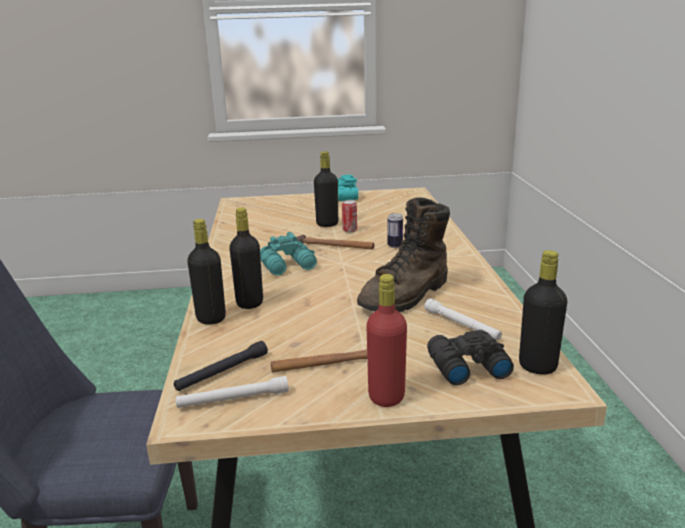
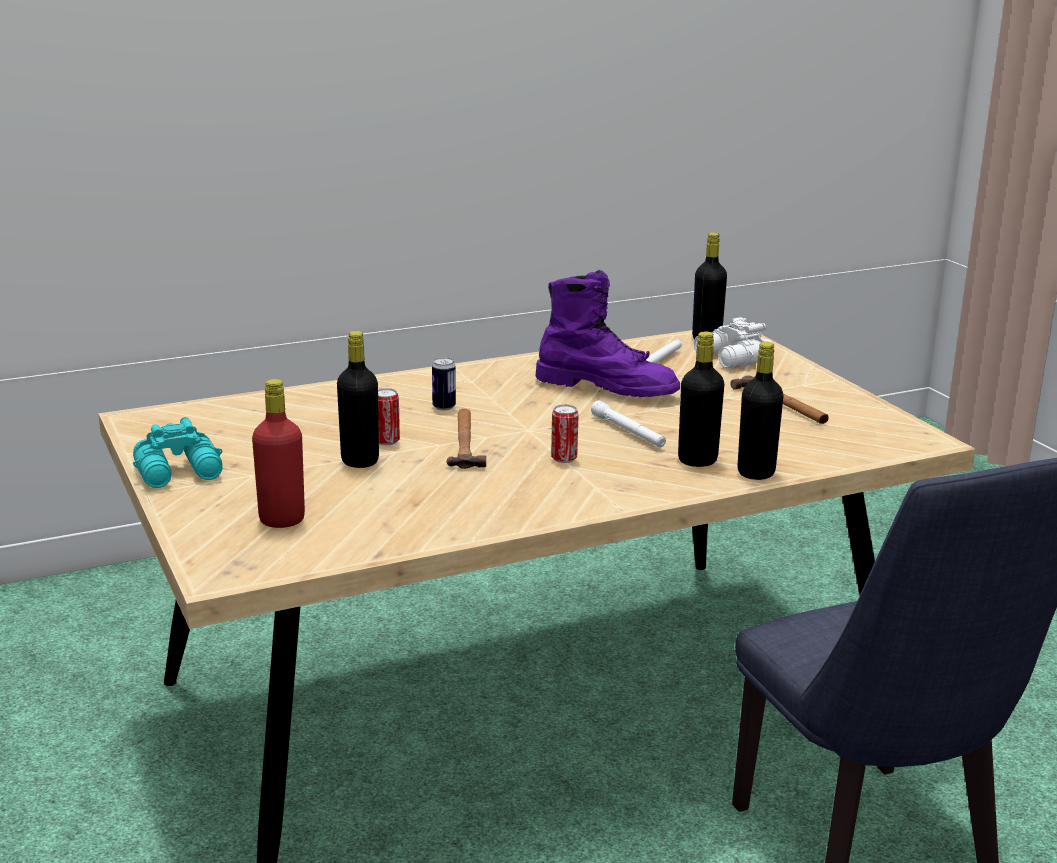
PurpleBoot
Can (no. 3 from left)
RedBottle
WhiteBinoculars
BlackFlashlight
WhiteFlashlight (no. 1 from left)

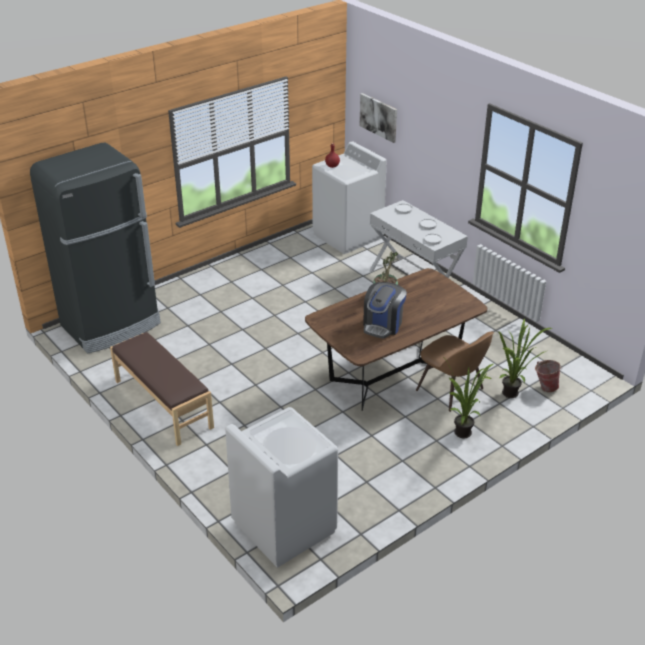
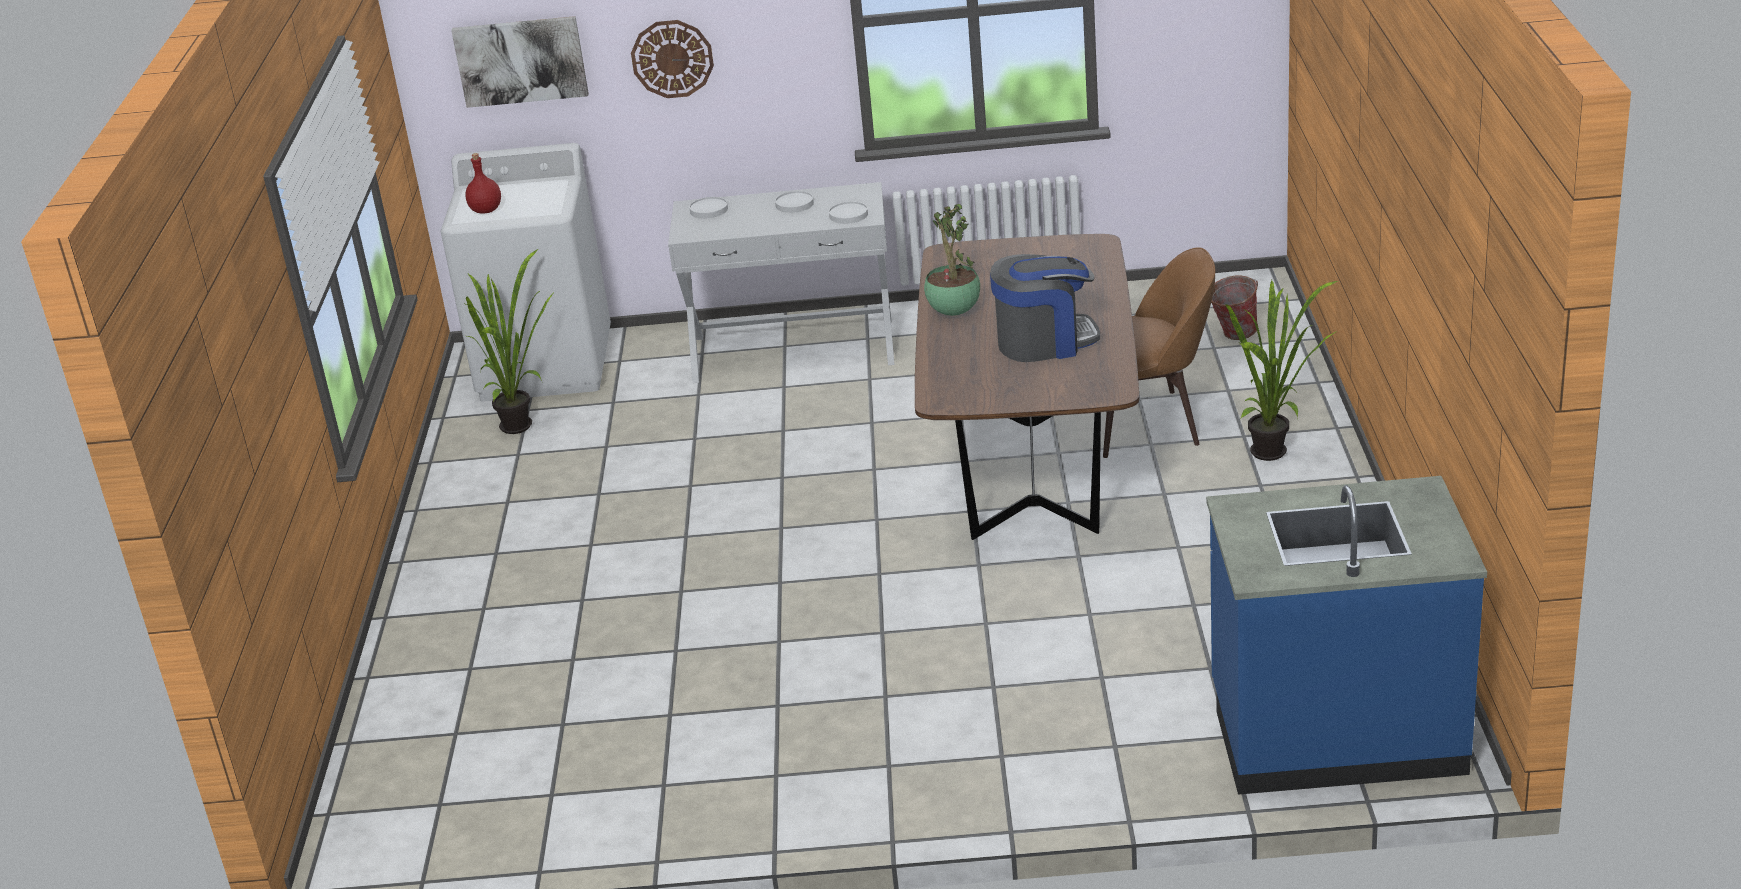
BlackFridge
CoffeeMachine
PottedPlant (no. 1 from left)
BrownBench
BlueCounter
WallClock

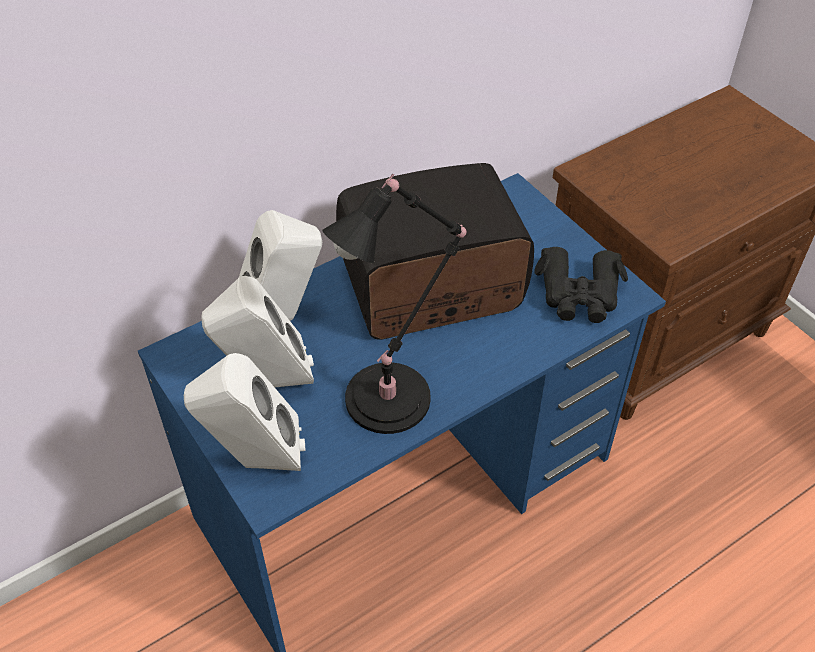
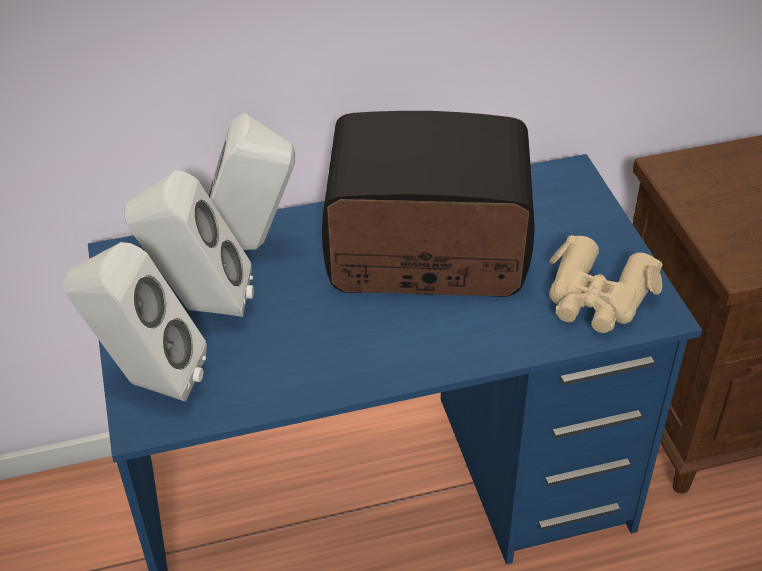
BlackTableLamp
BeigeBinoculars

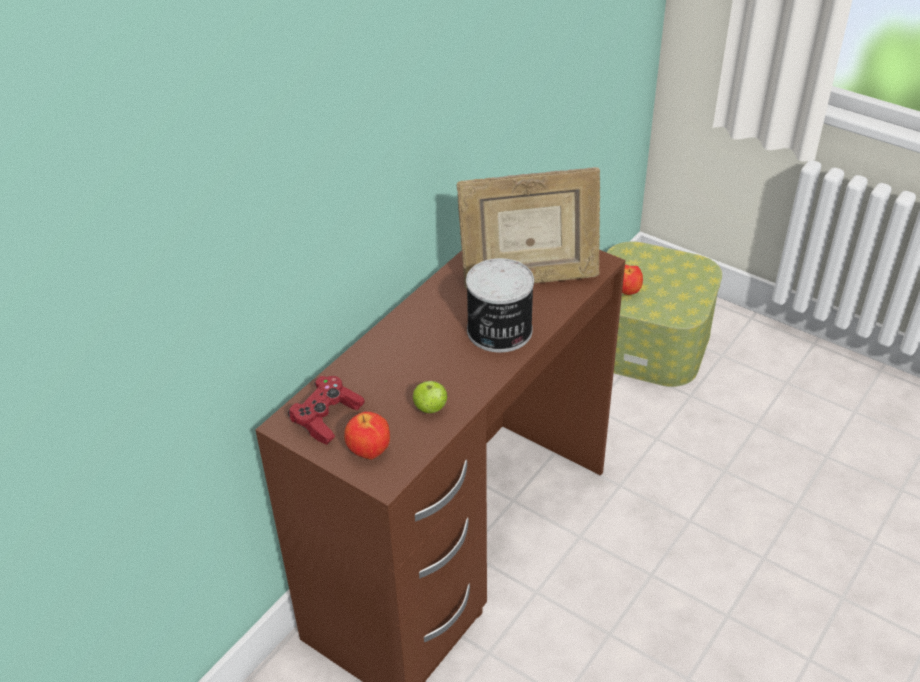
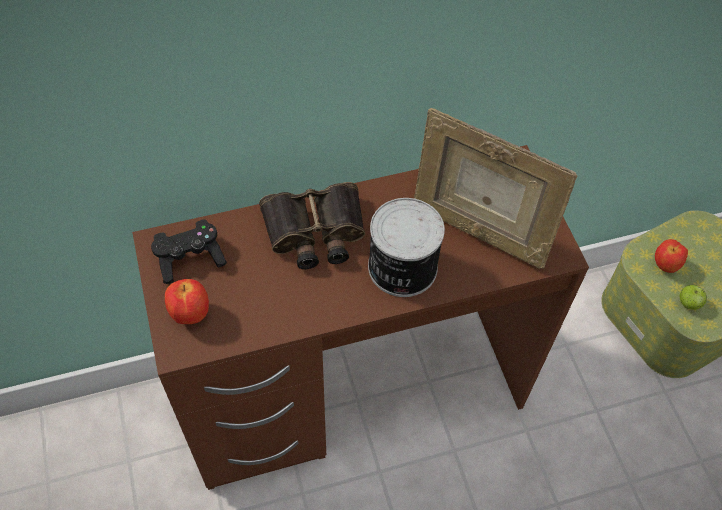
BlackGameController
Apple (no. 3 from left)
Binoculars

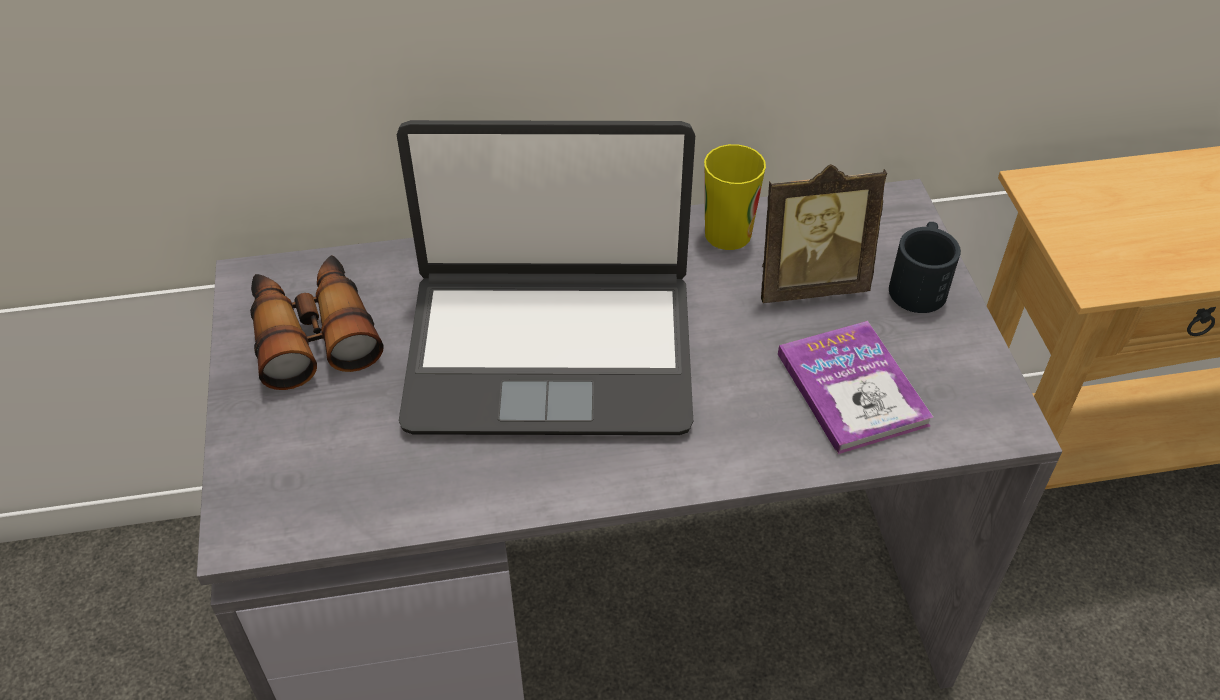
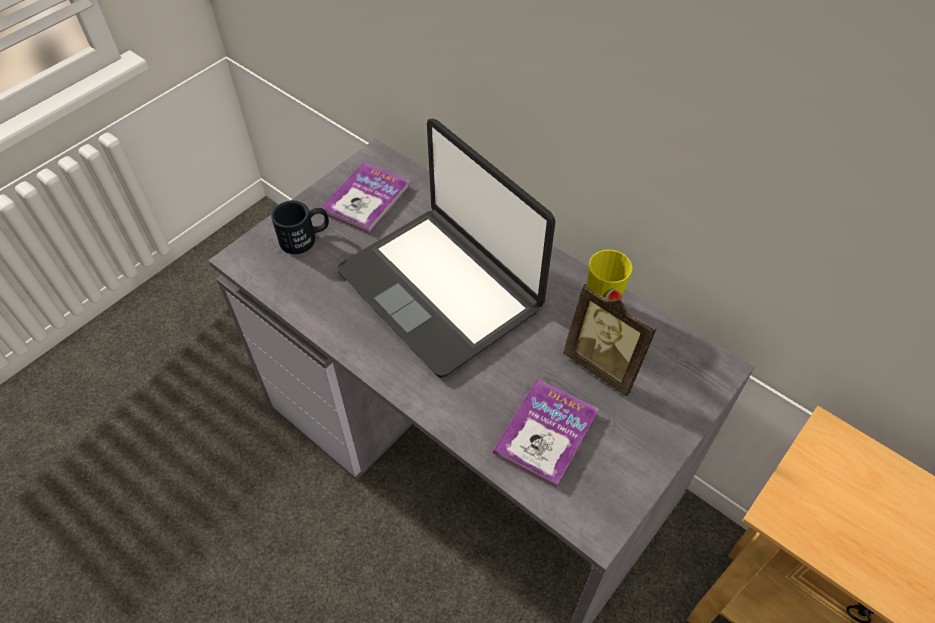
BlackMug
Book (no. 1 from left)

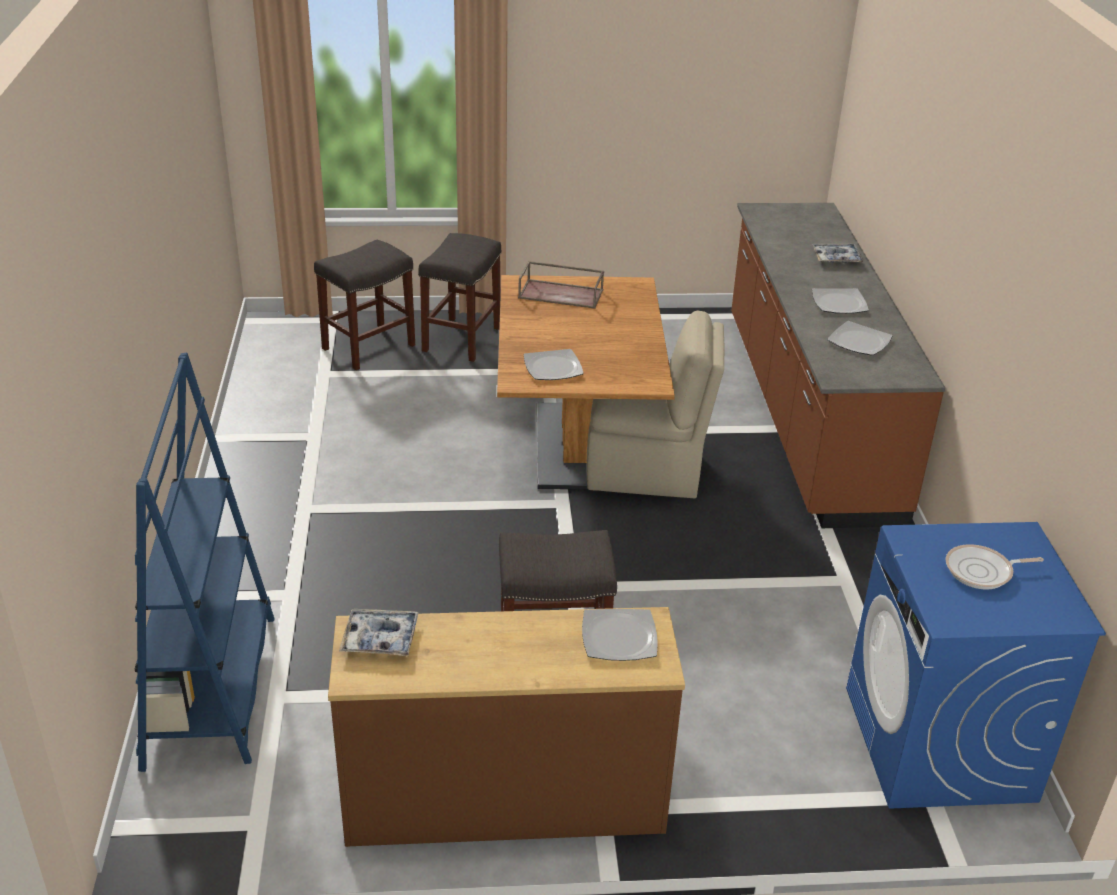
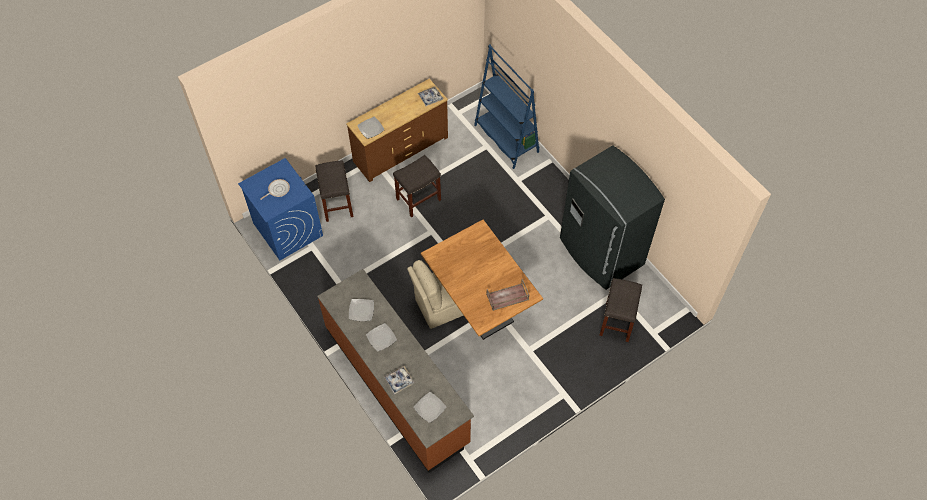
GreyStool (no. 1 from left)
Plate (no. 4 from left)
GreyFridge

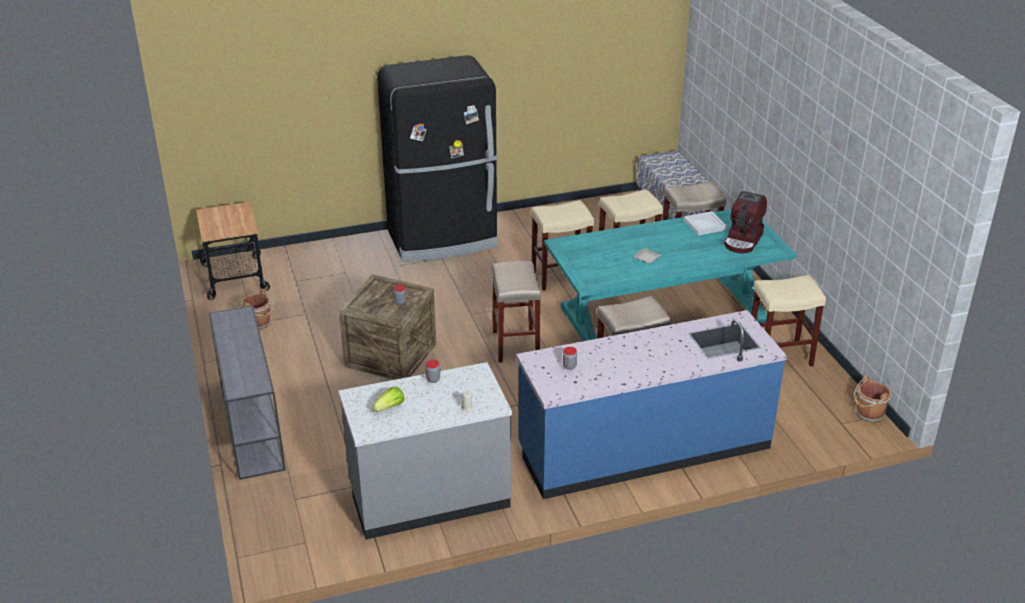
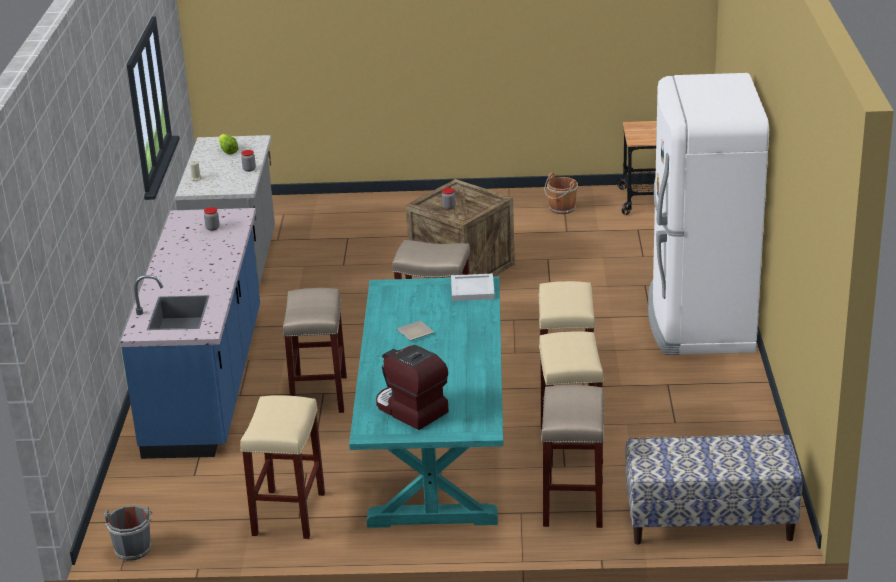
WhiteFridge
WhiteTray
GreyConsoleTable
GreyBucket

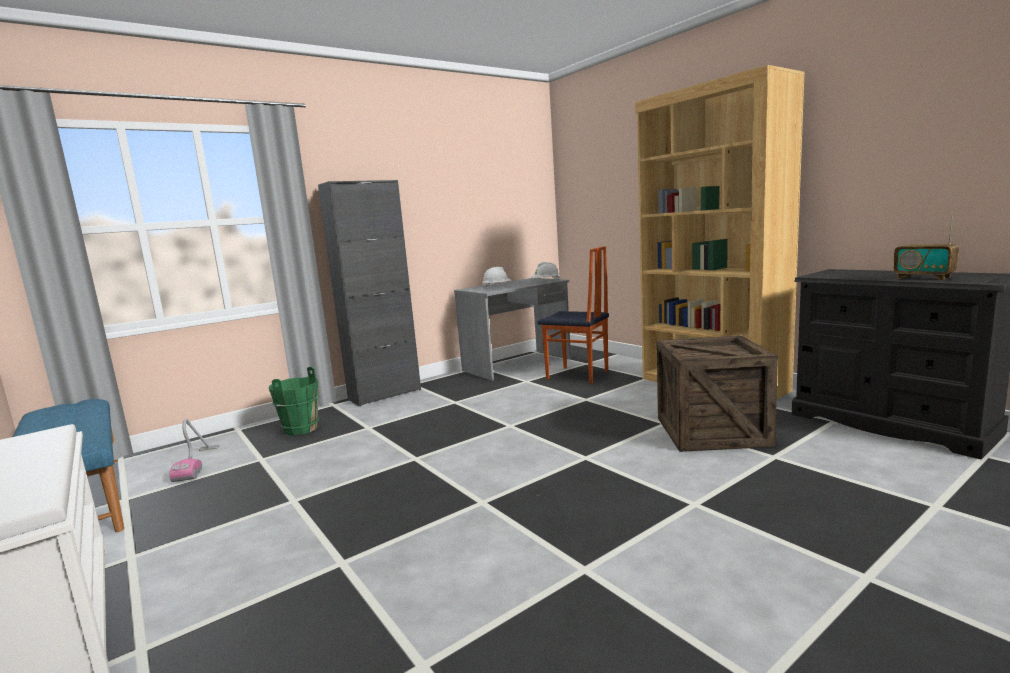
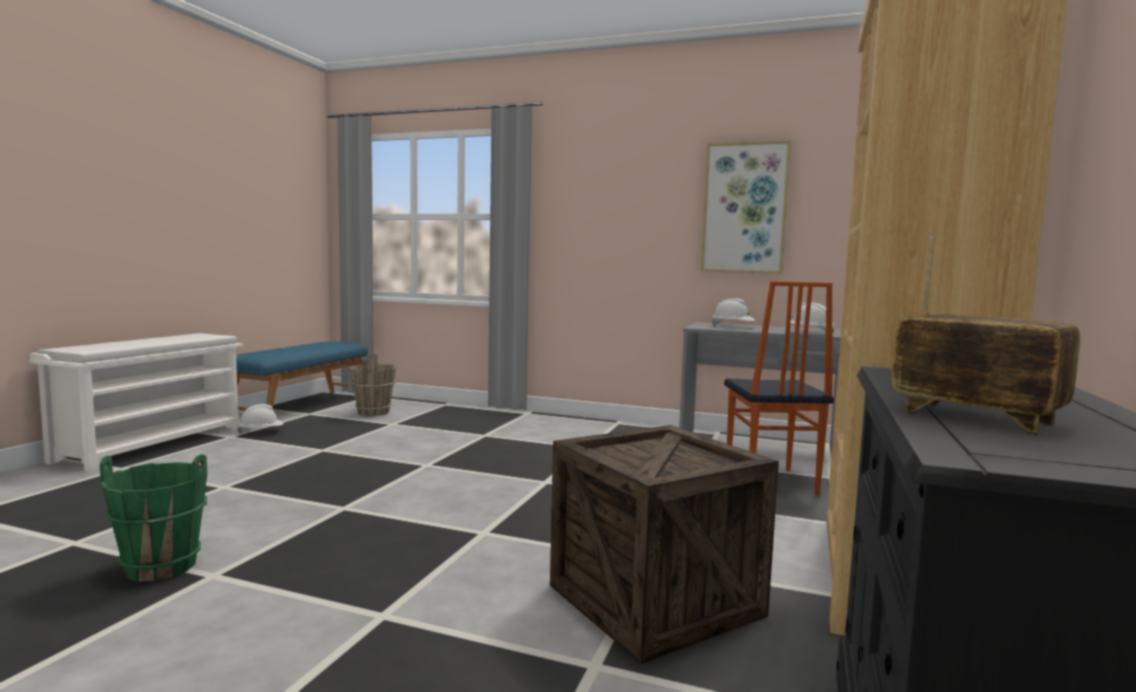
BlackCabinet
Radio
GreenBucket
BrownBucket
Picture
WhiteHardHat (no. 1 from left)

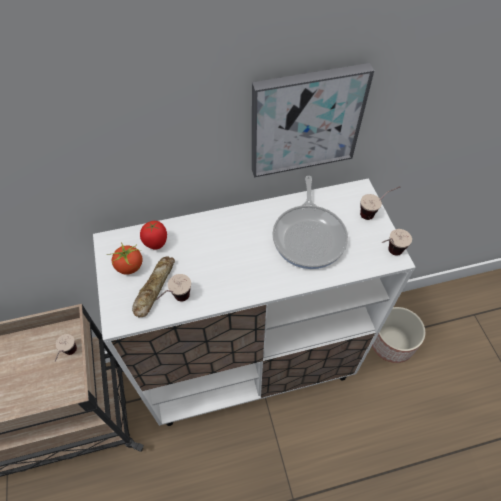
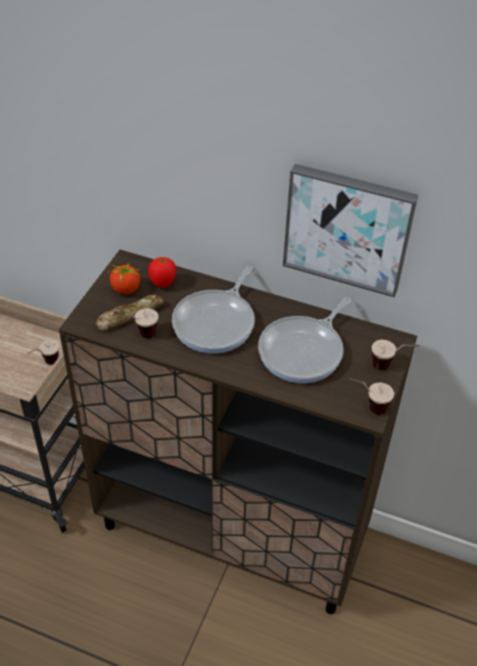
BrownCabinet
Planter
FryingPan (no. 1 from left)

